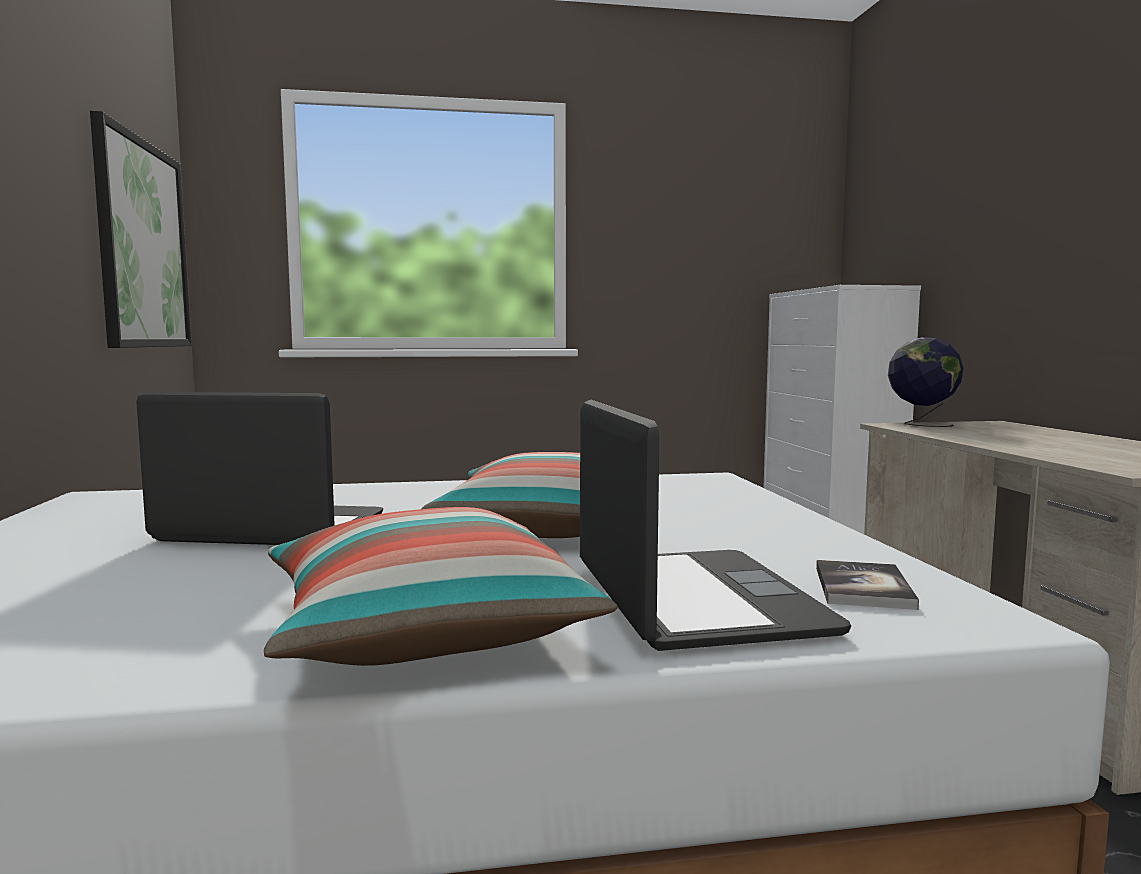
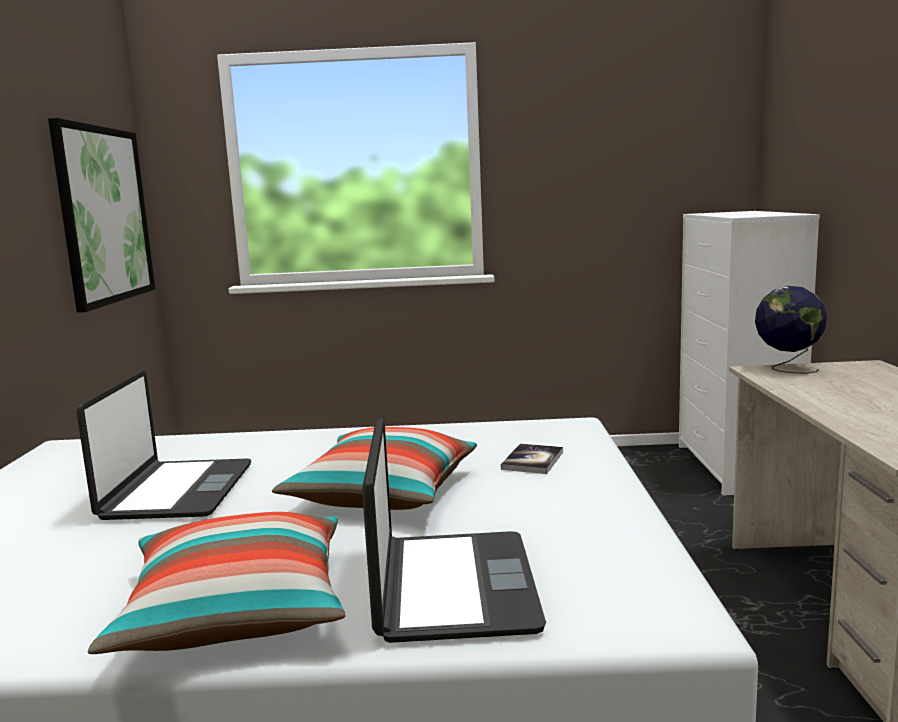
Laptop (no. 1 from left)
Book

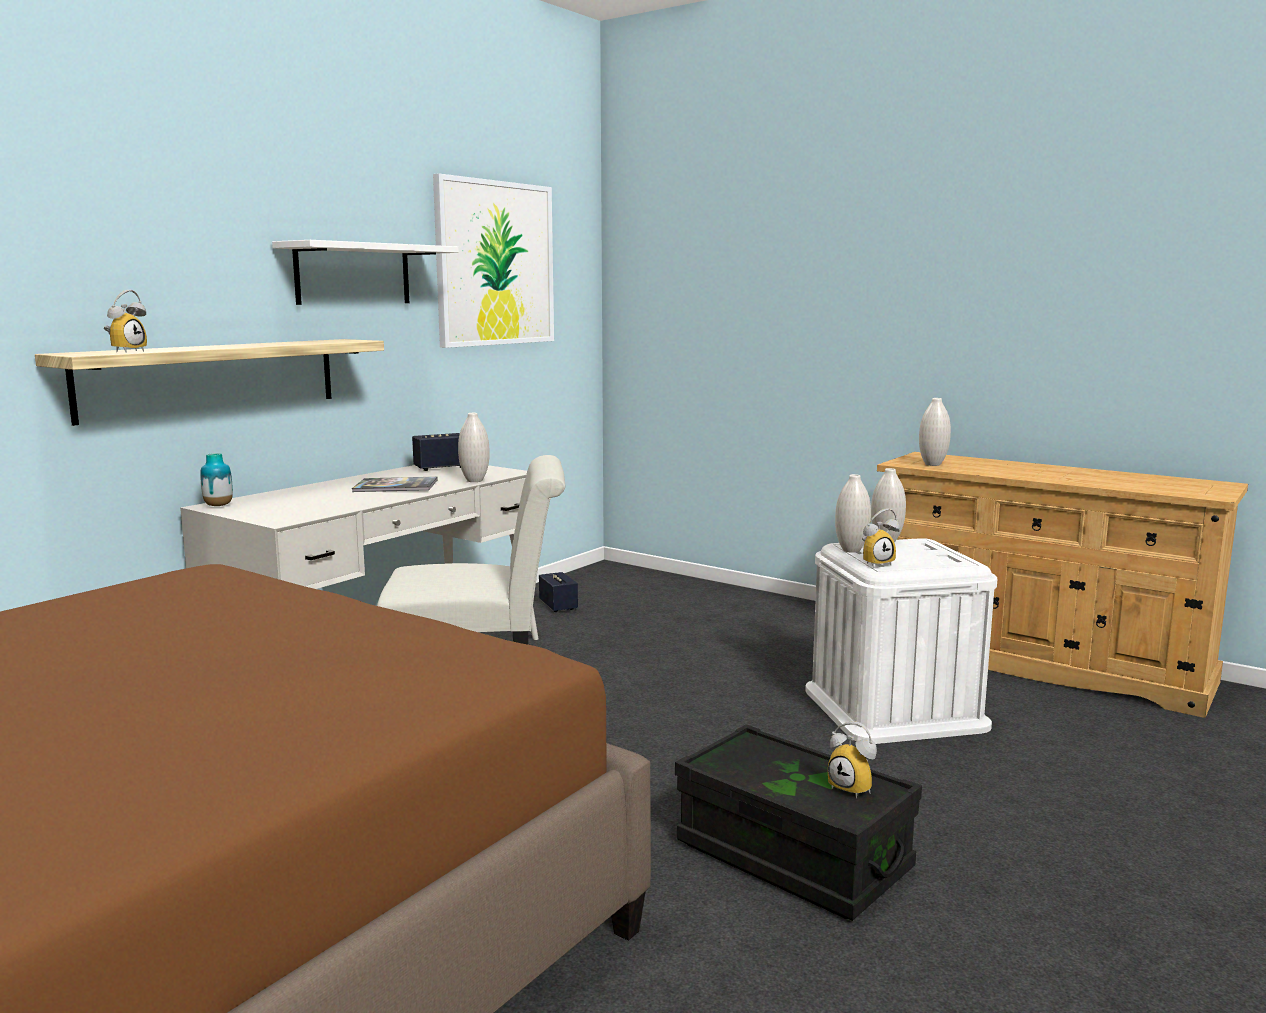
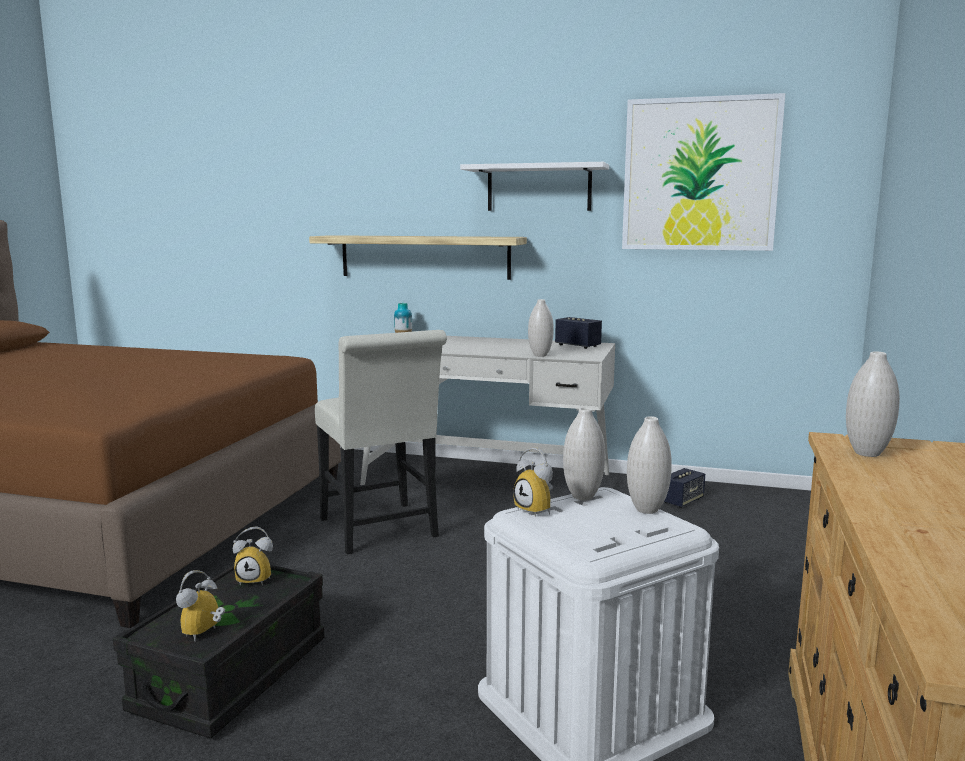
AlarmClock (no. 2 from left)
Book

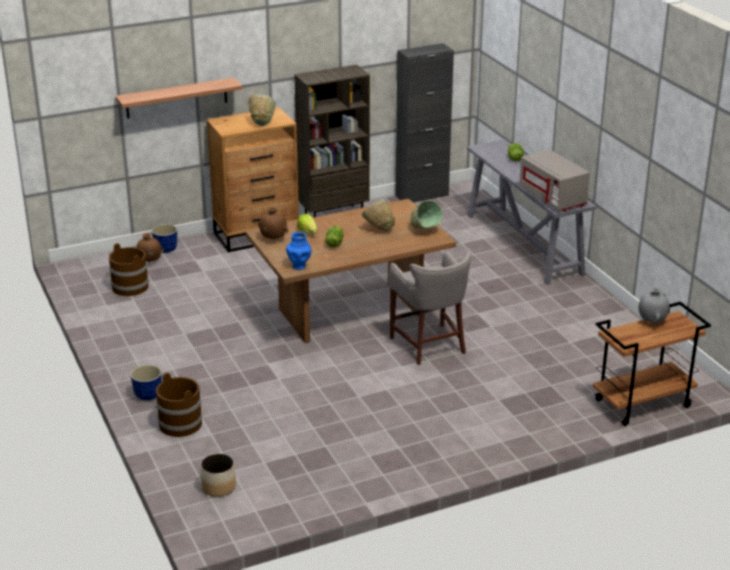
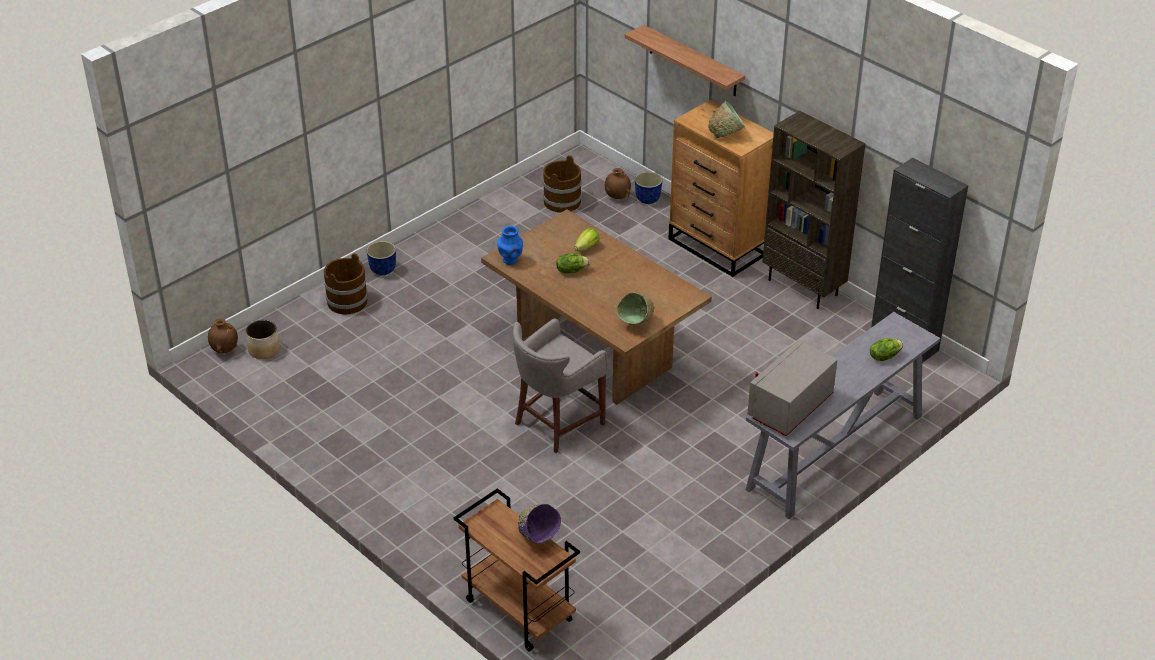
GreenBowl (no. 2 from left in the first image)
BrownVase (no. 1 from left)
PurpleBowl

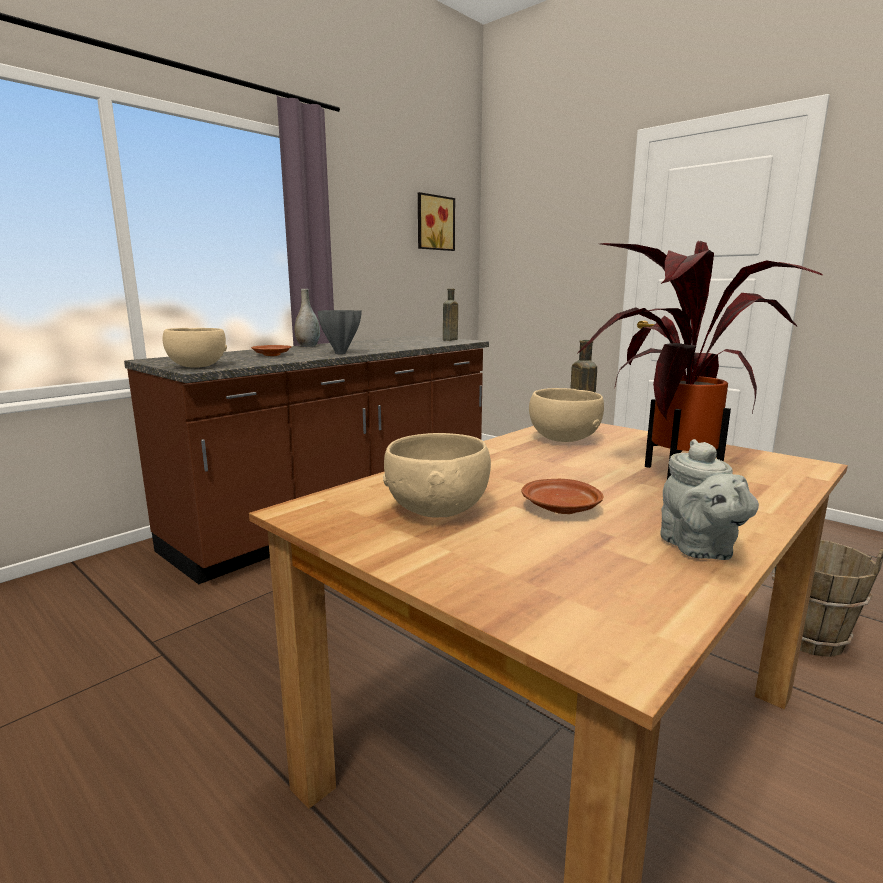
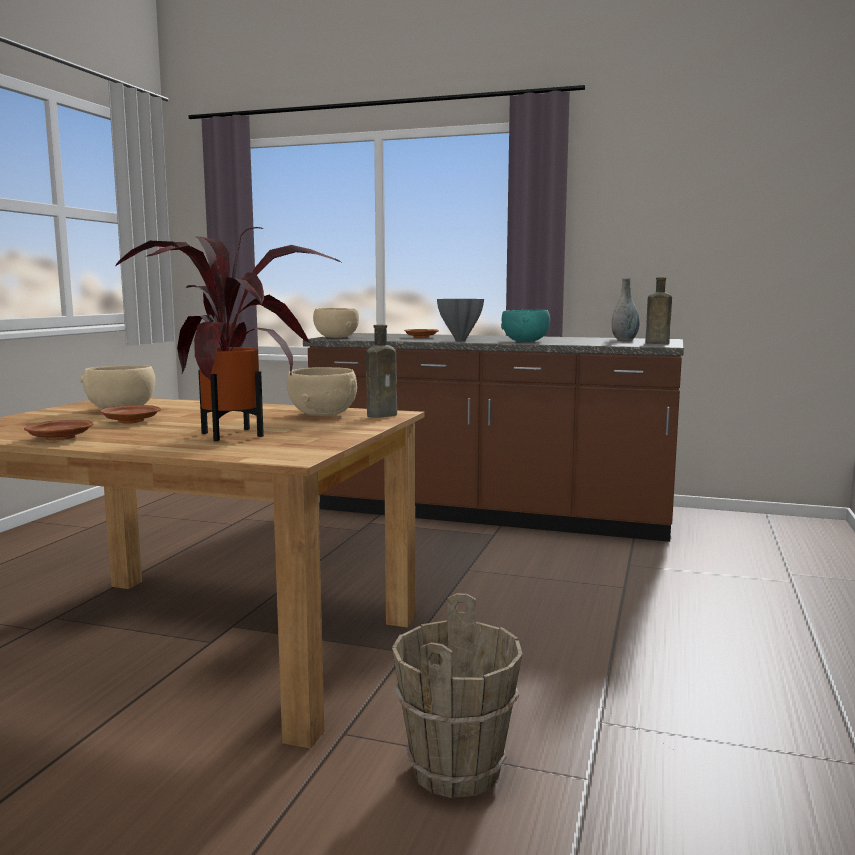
Picture
GreyVase (no. 2 from left)
BrownPlate (no. 1 from left)
TurquoiseBowl

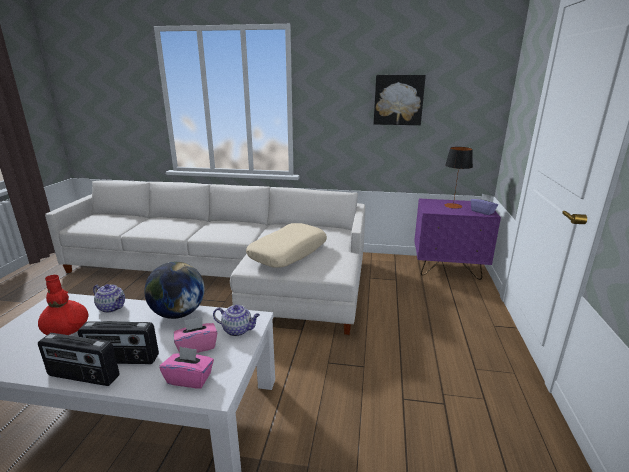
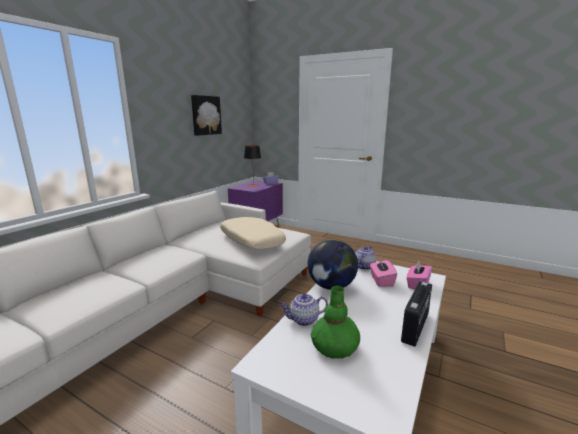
GreenVase
Teapot (no. 1 from left)
Radio (no. 2 from left in the first image)

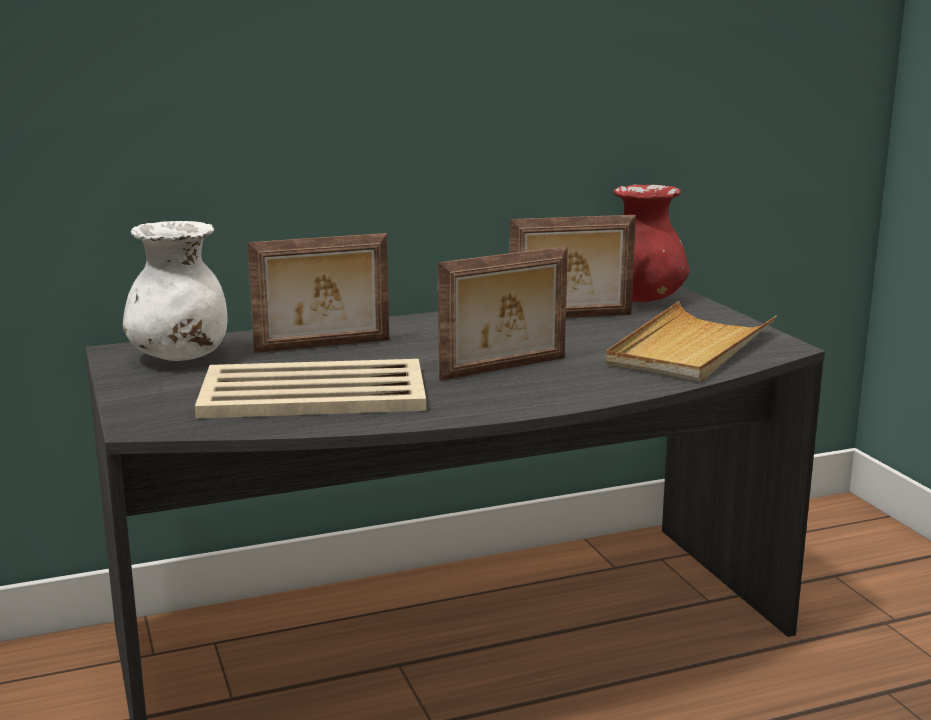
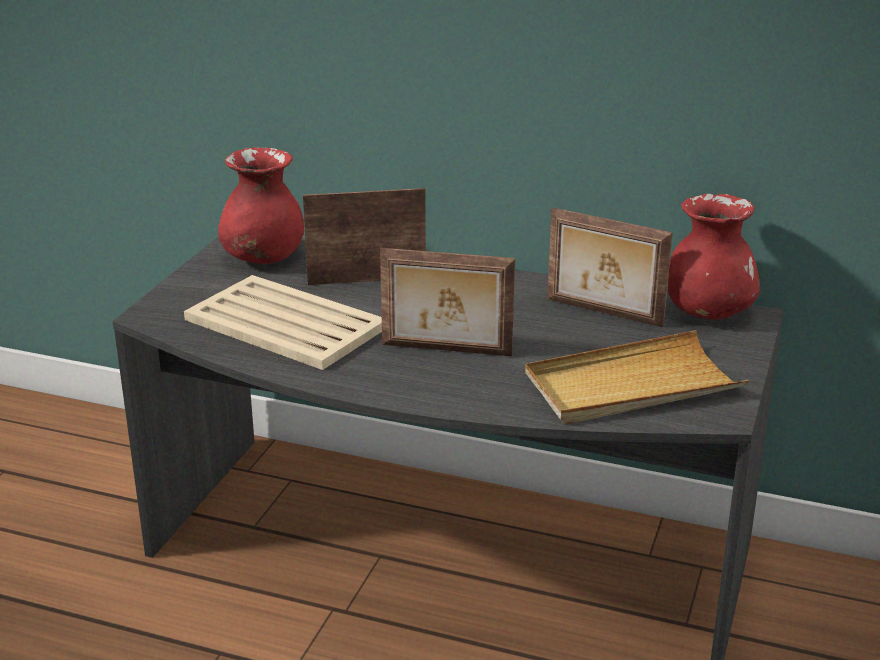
RedVase (no. 1 from left)
PictureFrame (no. 1 from left)

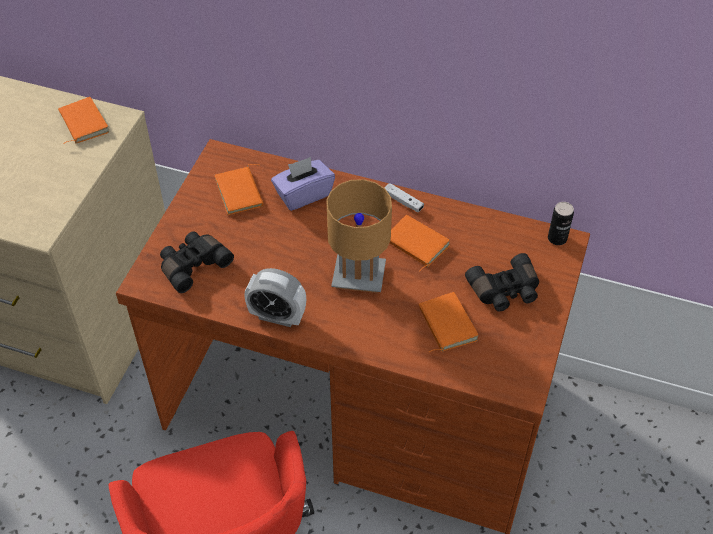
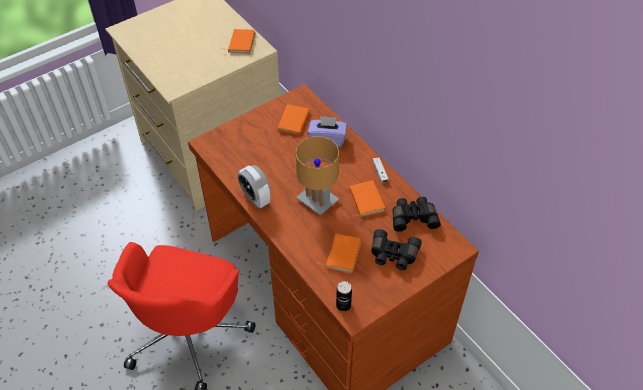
Can
BlackBinoculars (no. 2 from left)

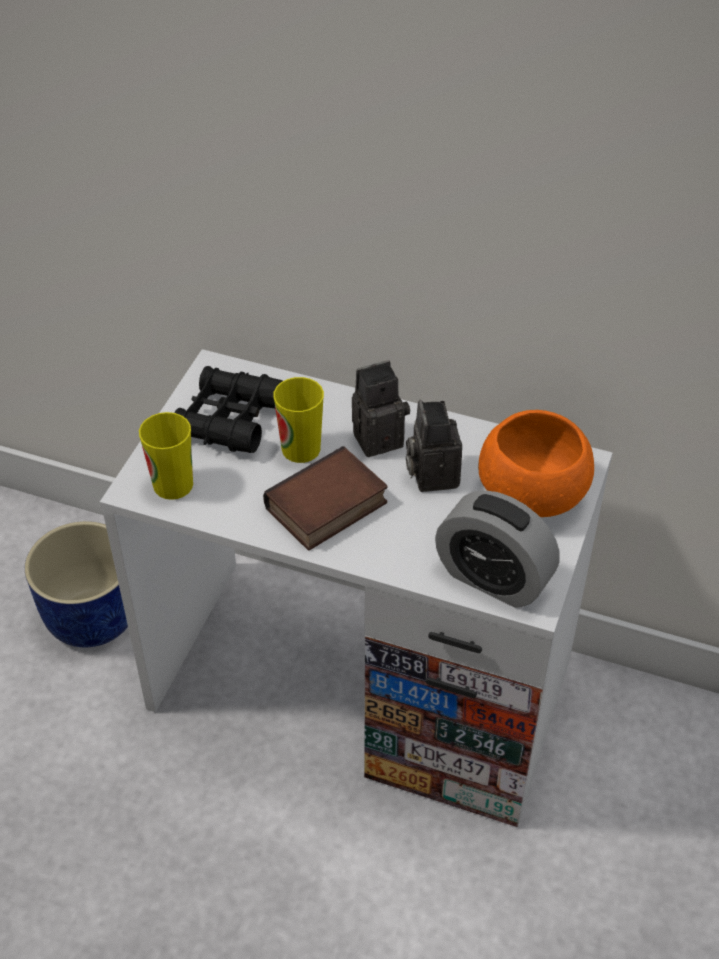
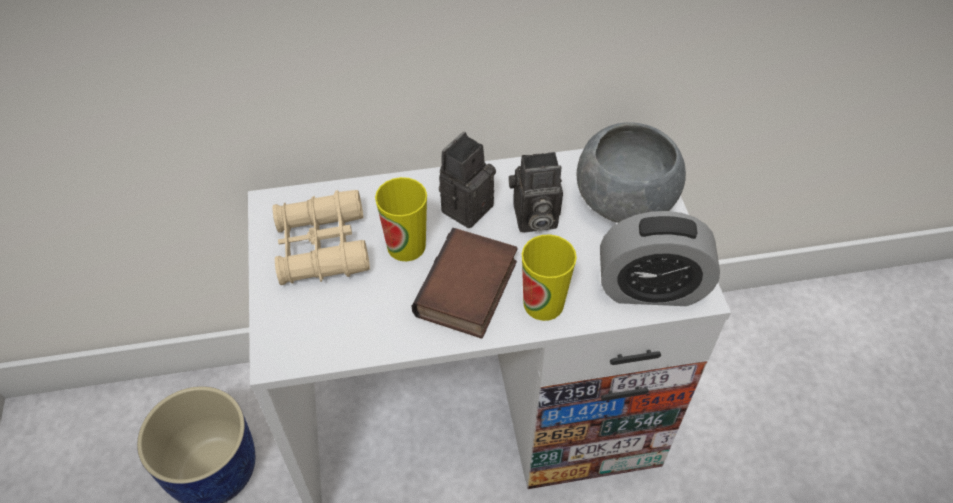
BeigeBinoculars
PhotoCamera (no. 2 from left)
GreyBowl
Cup (no. 2 from left)

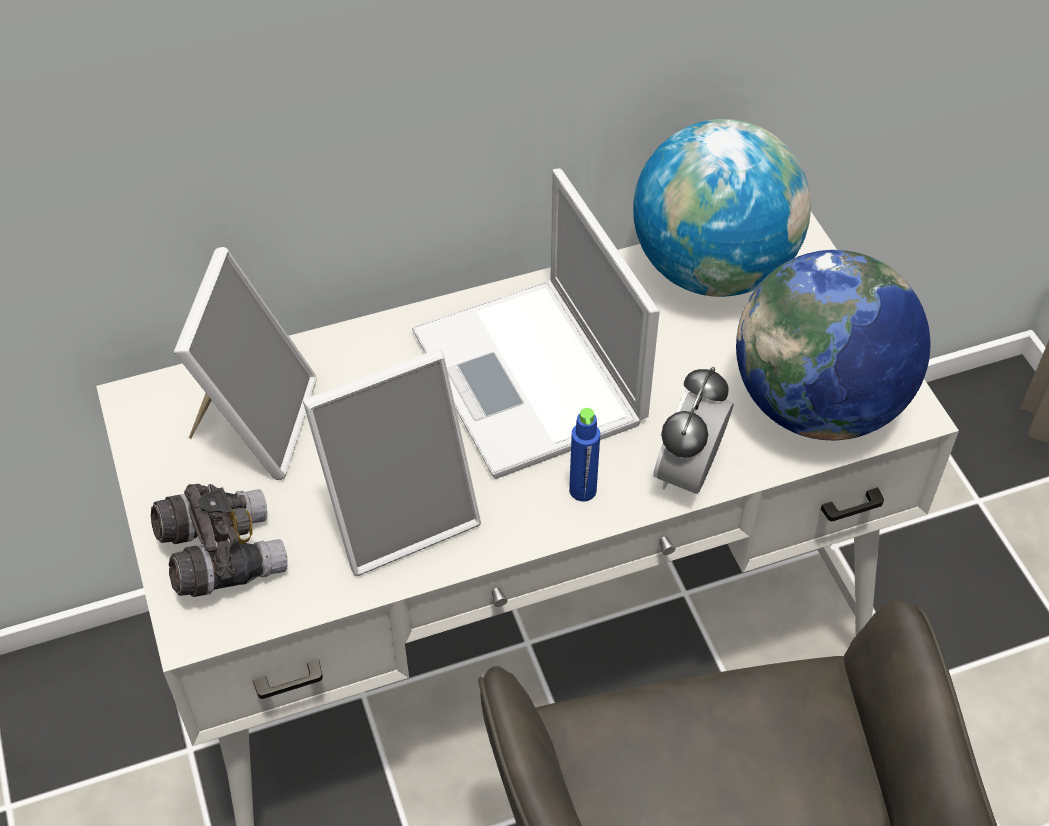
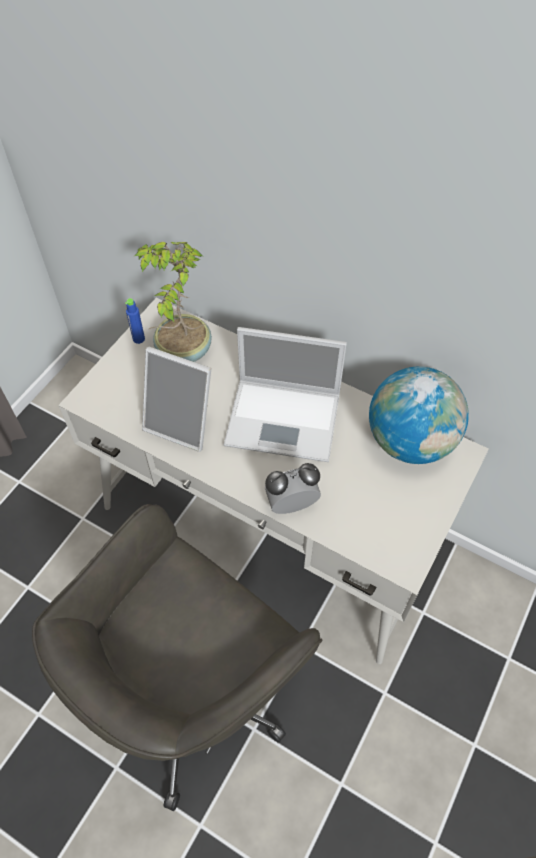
Laptop
PottedPlant
Globe (no. 2 from left in the first image)
BlueBottle
GreyBinoculars

